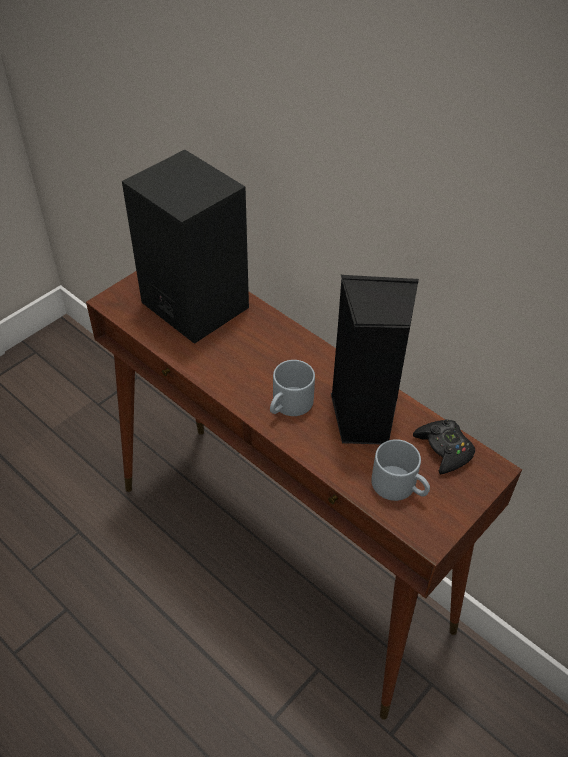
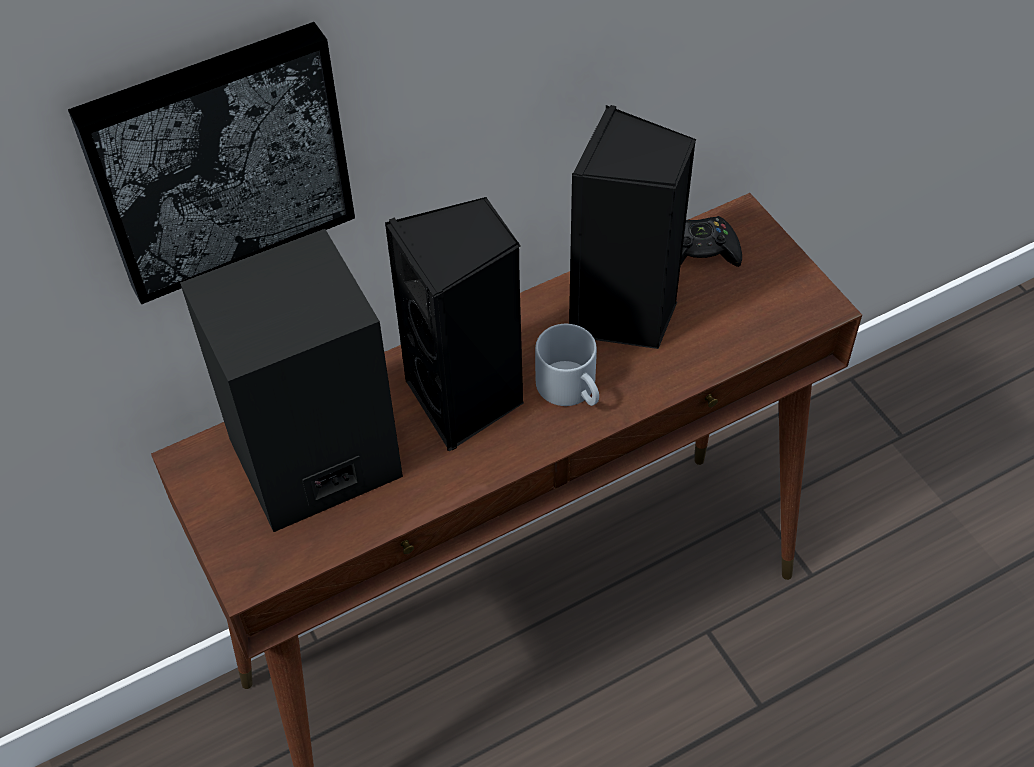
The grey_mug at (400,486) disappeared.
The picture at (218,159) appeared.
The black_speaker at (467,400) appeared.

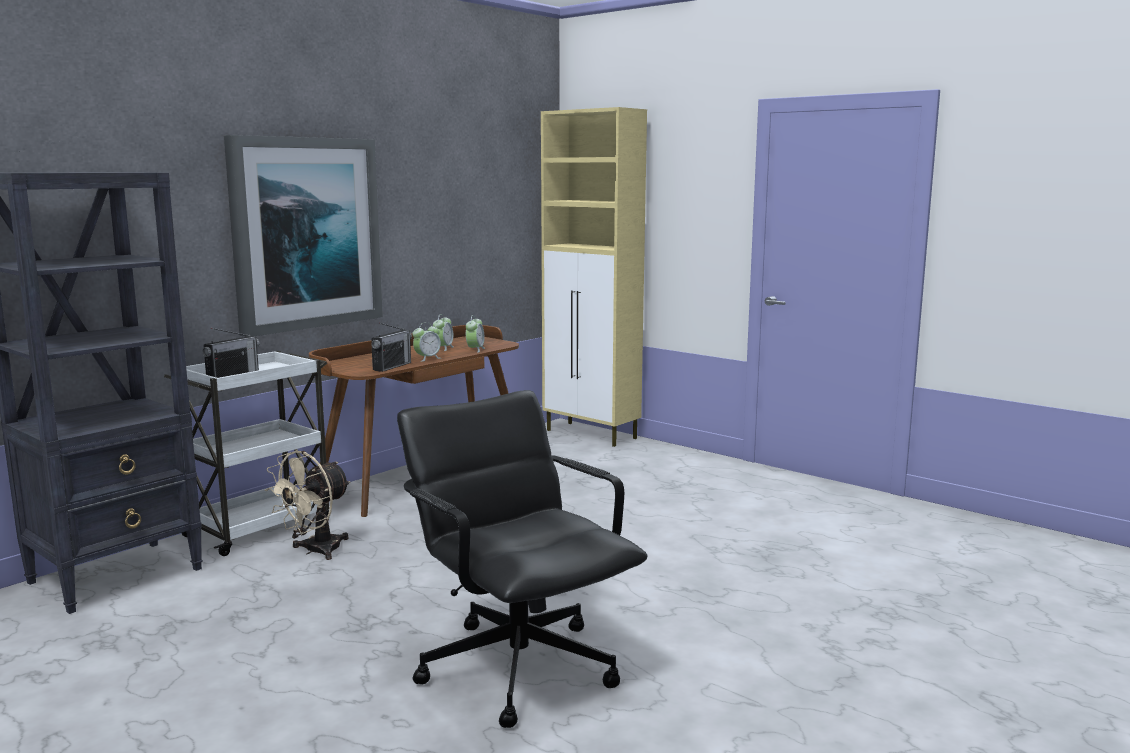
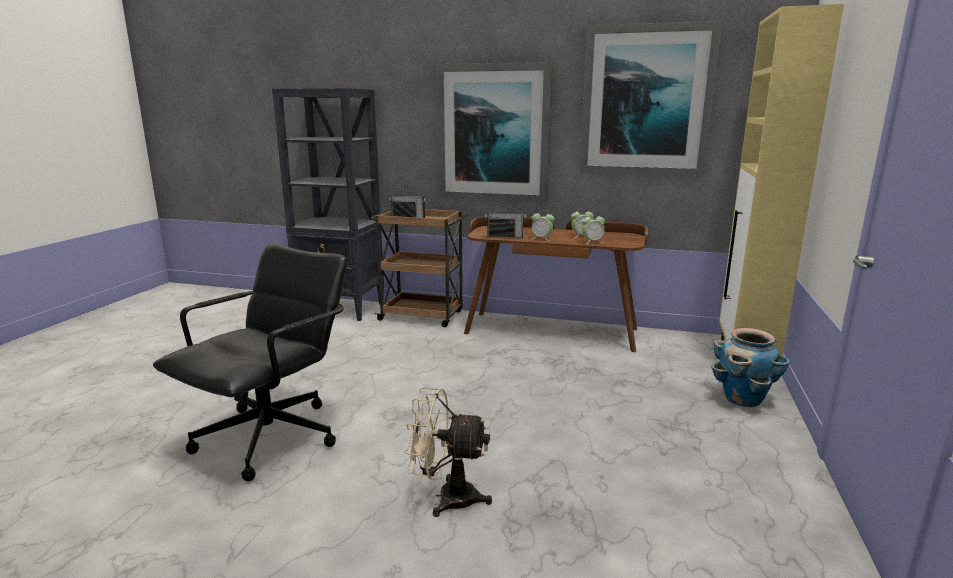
The white_cart at (260,528) became the brown_cart at (422,316).
The beige_fan moved from (315,551) to (447,497).
The picture at (646,101) appeared.
The planter at (743,399) appeared.

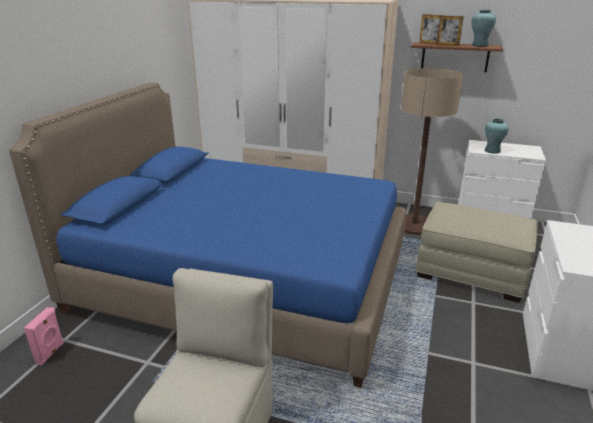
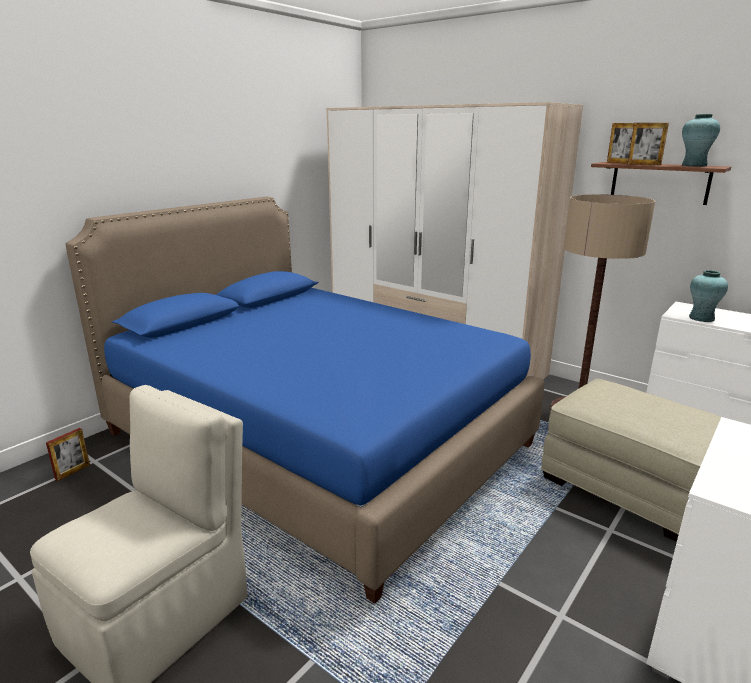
The pink_speaker at (51,353) was replaced by the picture_frame at (72,472).

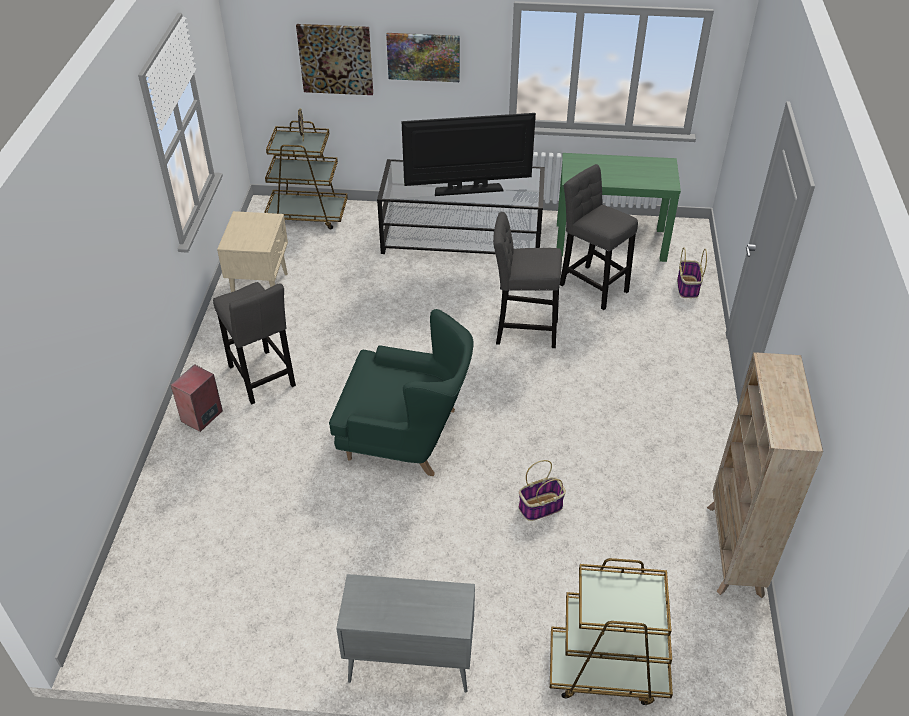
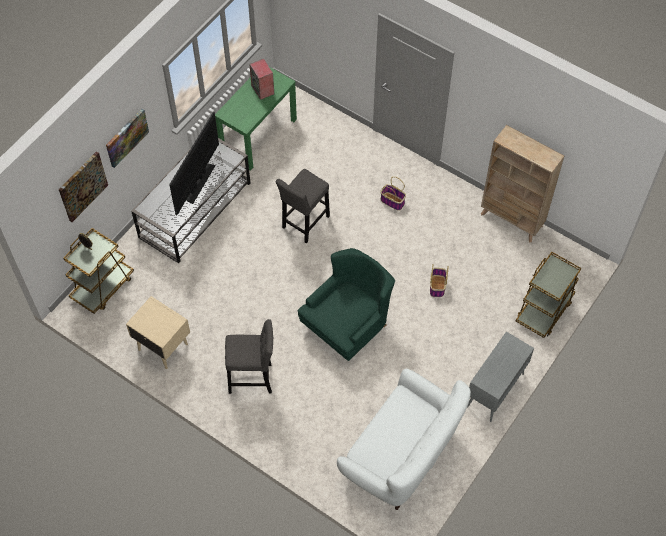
The speaker moved from (202,417) to (263,90).
The grey_stool at (591,285) disappeared.
The basket moved from (688,287) to (393,201).
The white_sofa at (401,454) appeared.

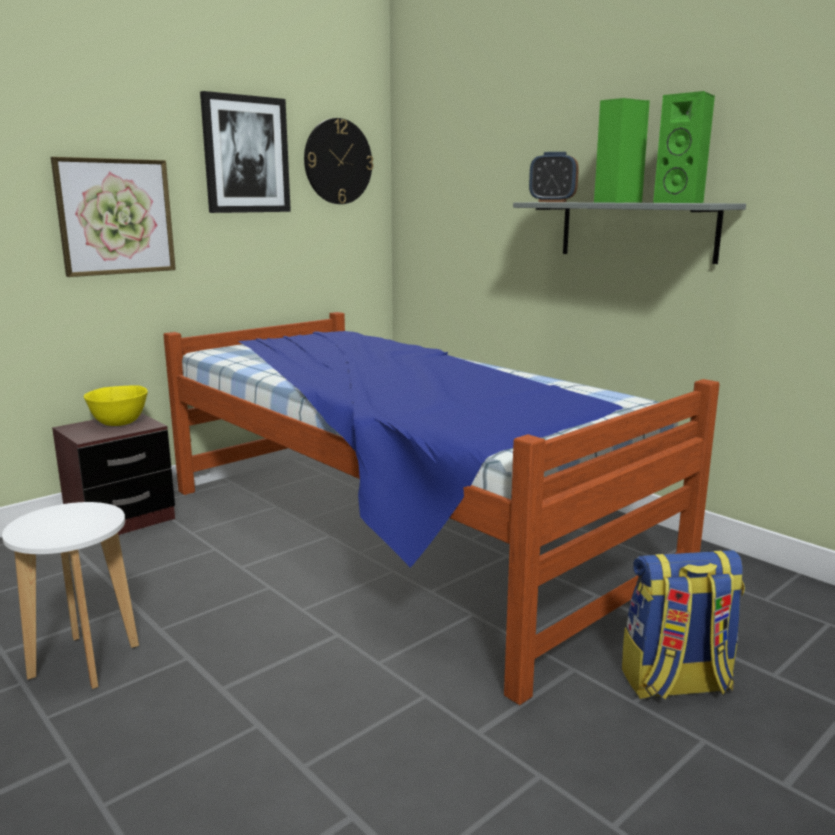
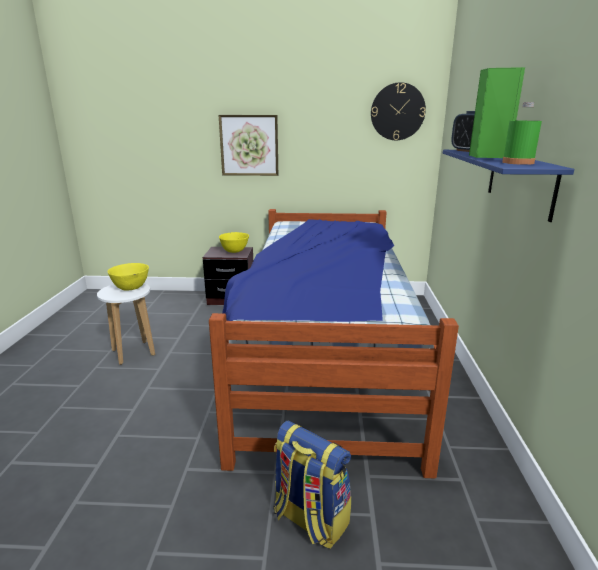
The picture at (246,155) disappeared.
The grey_shelf at (636,230) became the blue_shelf at (519,181).
The green_speaker at (682,202) was replaced by the green_bottle at (518,162).
The yellow_bowl at (131,288) appeared.

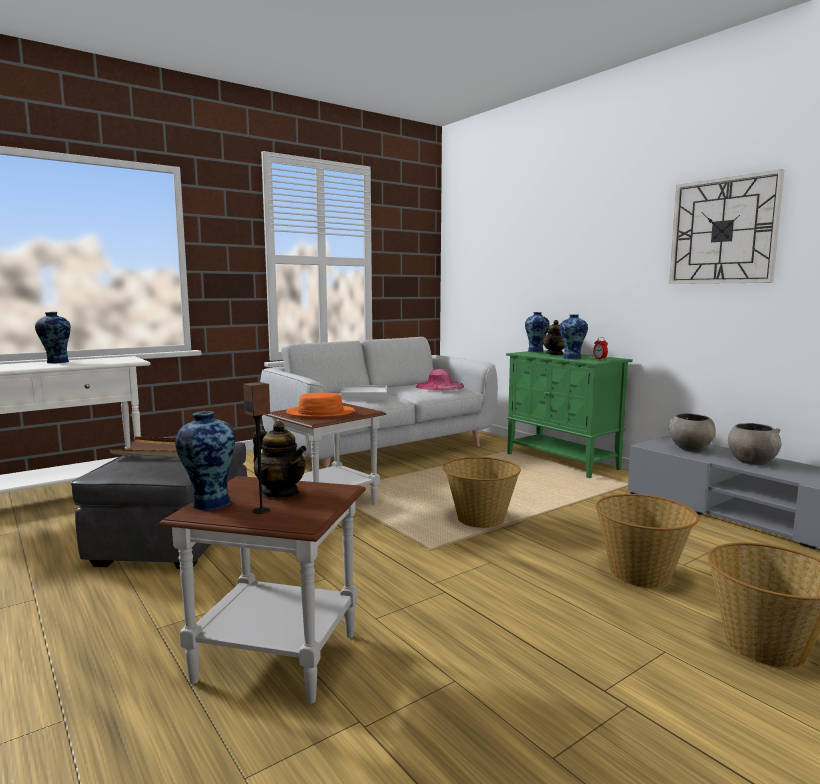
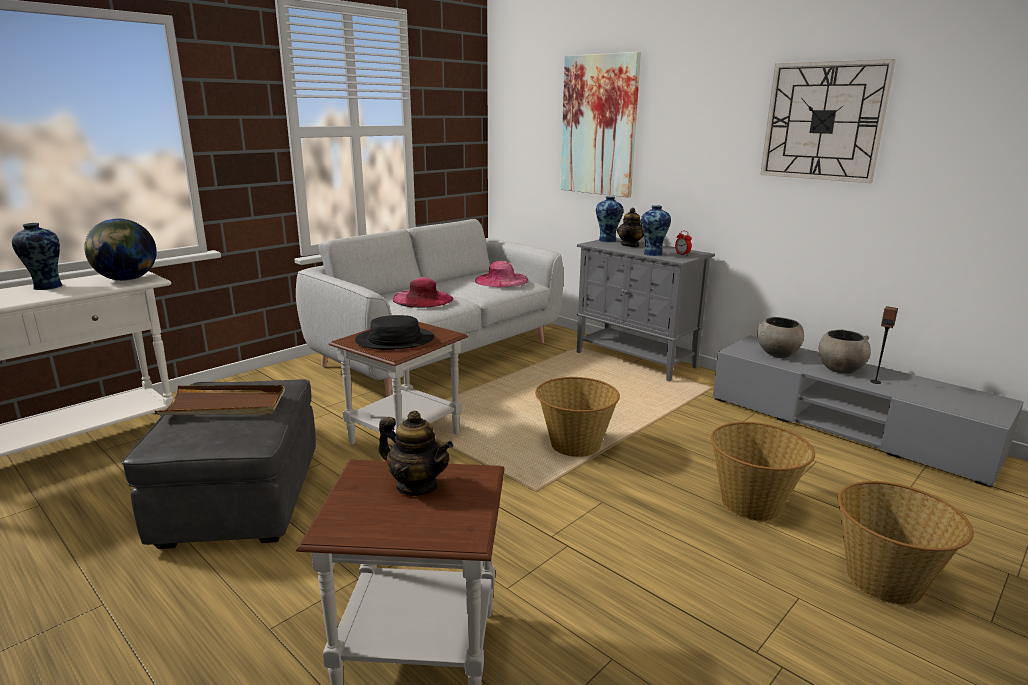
The vase at (209,503) disappeared.
The speaker moved from (261,510) to (875,382).
The orange_hat at (320,413) became the black_hat at (395,340).
The white_tray at (364,395) was replaced by the pink_hat at (423,299).
The green_cabinet at (562,462) became the grey_cabinet at (636,360).
The globe at (126,279) appeared.
The picture at (599,126) appeared.

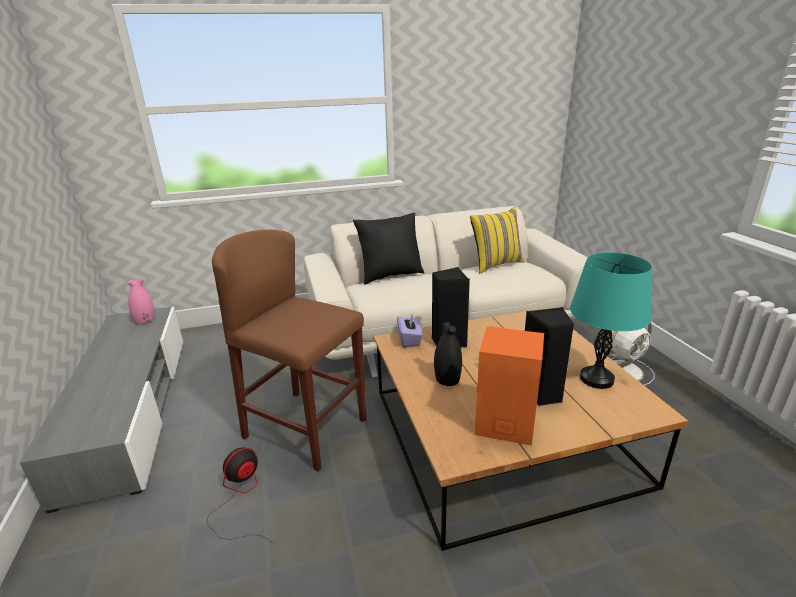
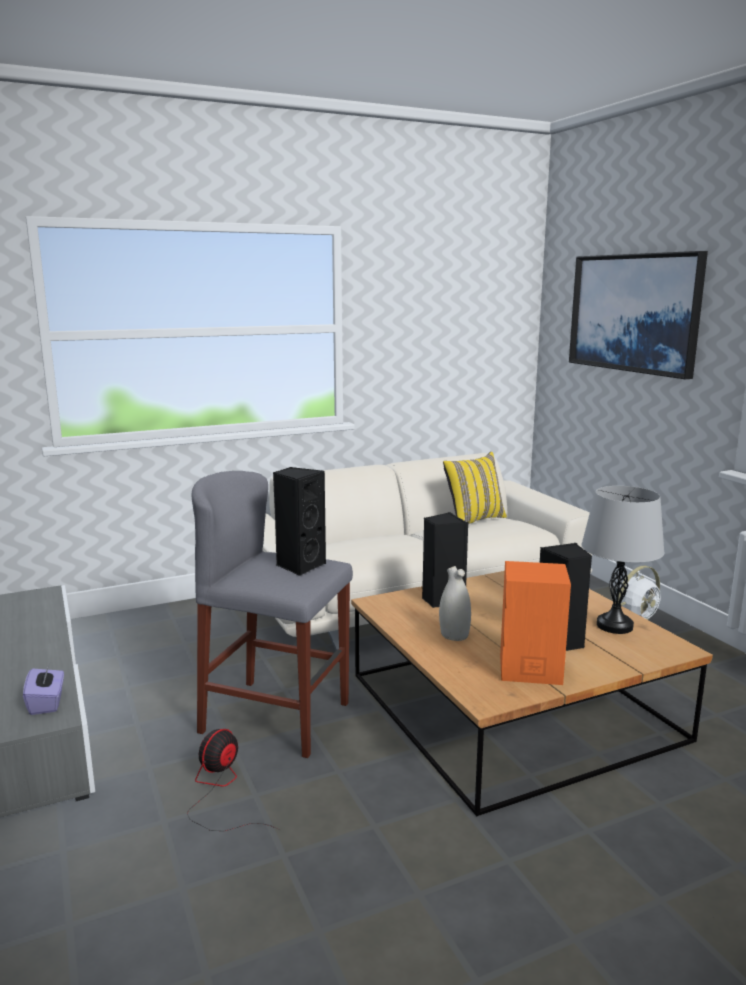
The pink_vase at (145,320) disappeared.
The brown_stool at (306,428) became the grey_stool at (276,717).
The black_pillow at (390,275) disappeared.
The purple_tissue_box moved from (409,340) to (47,703).
The black_vase at (447,378) became the white_vase at (454,634).
The turquoise_table_lamp at (596,379) became the grey_table_lamp at (614,626).
The black_speaker at (299,565) appeared.
The picture at (634,313) appeared.

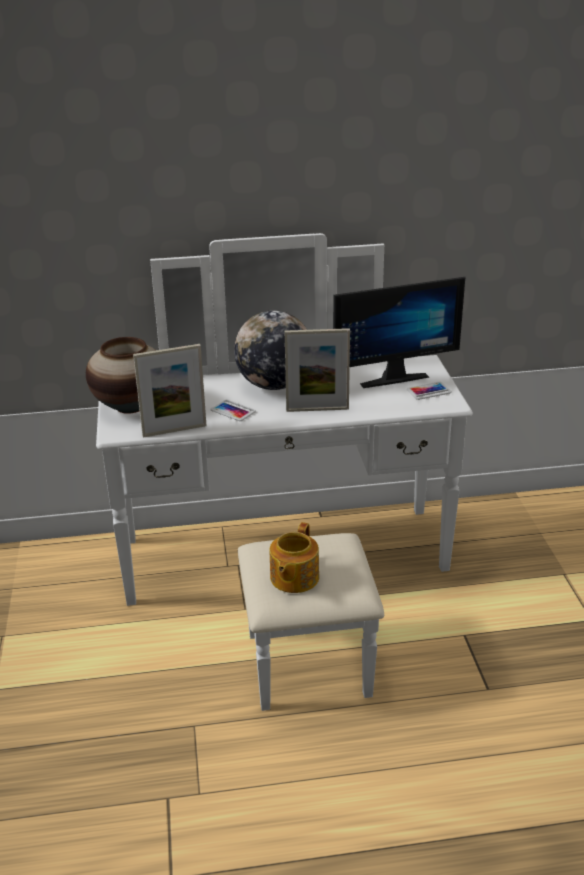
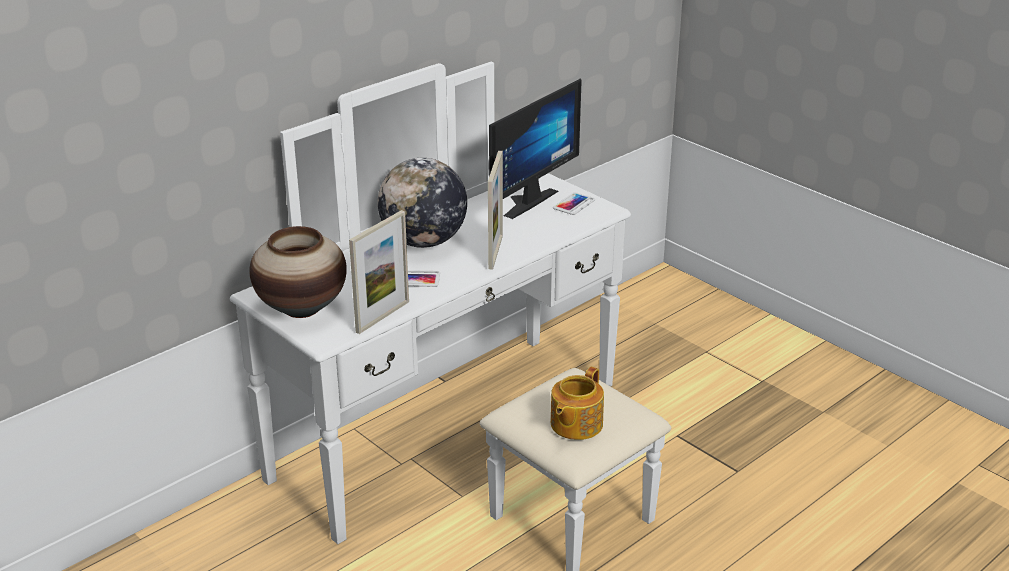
The teapot at (293,578) turned 45 degrees clockwise.
The picture_frame at (317,409) turned 45 degrees counterclockwise.

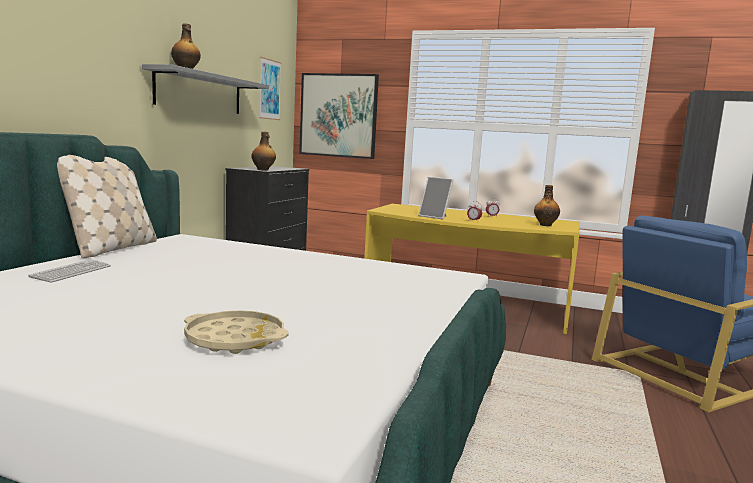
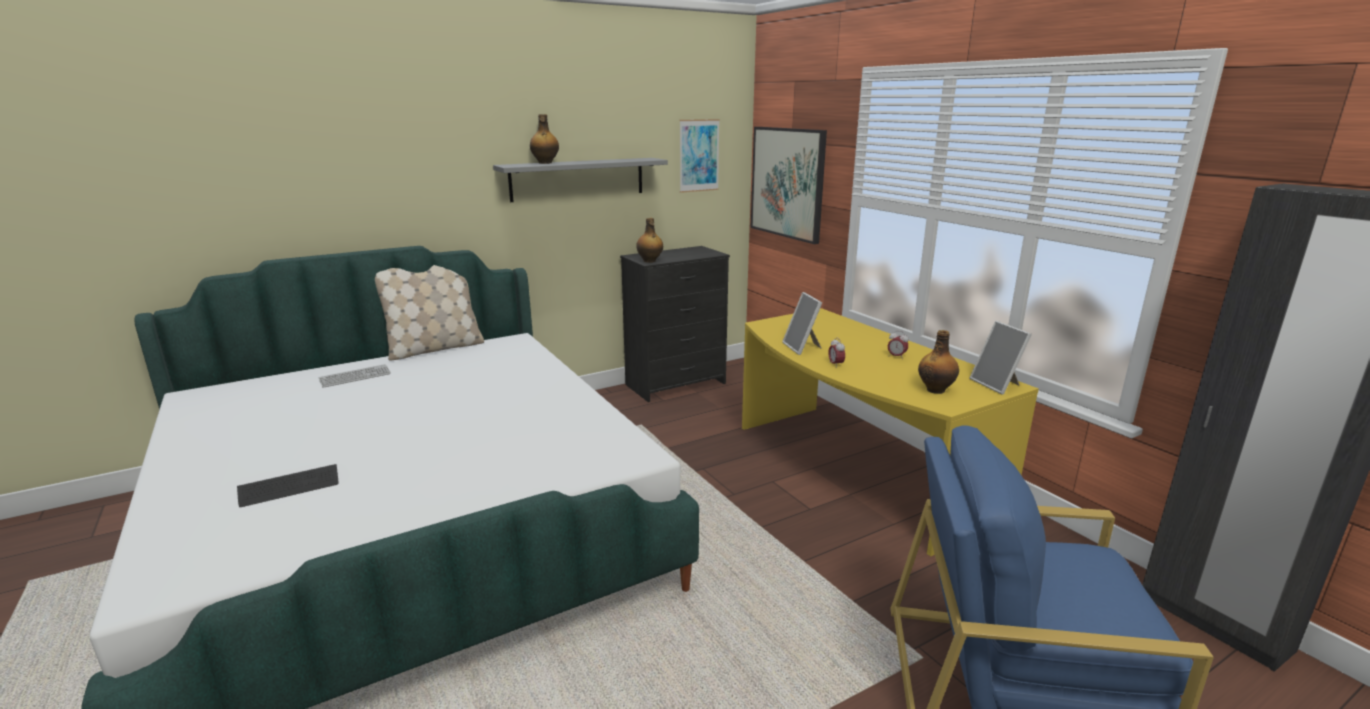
The beige_tray at (235,339) was replaced by the keyboard at (289,487).
The picture_frame at (997,385) appeared.

